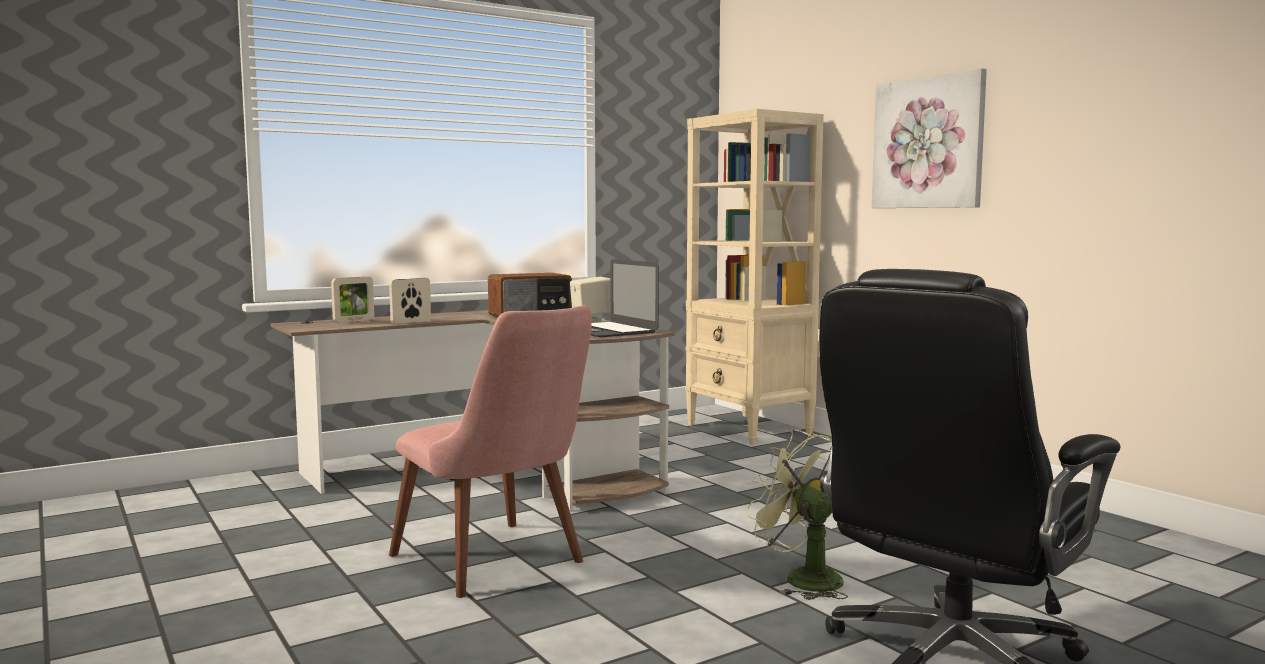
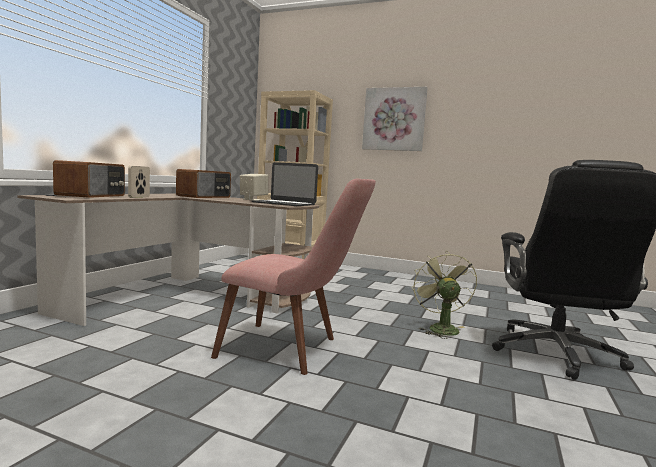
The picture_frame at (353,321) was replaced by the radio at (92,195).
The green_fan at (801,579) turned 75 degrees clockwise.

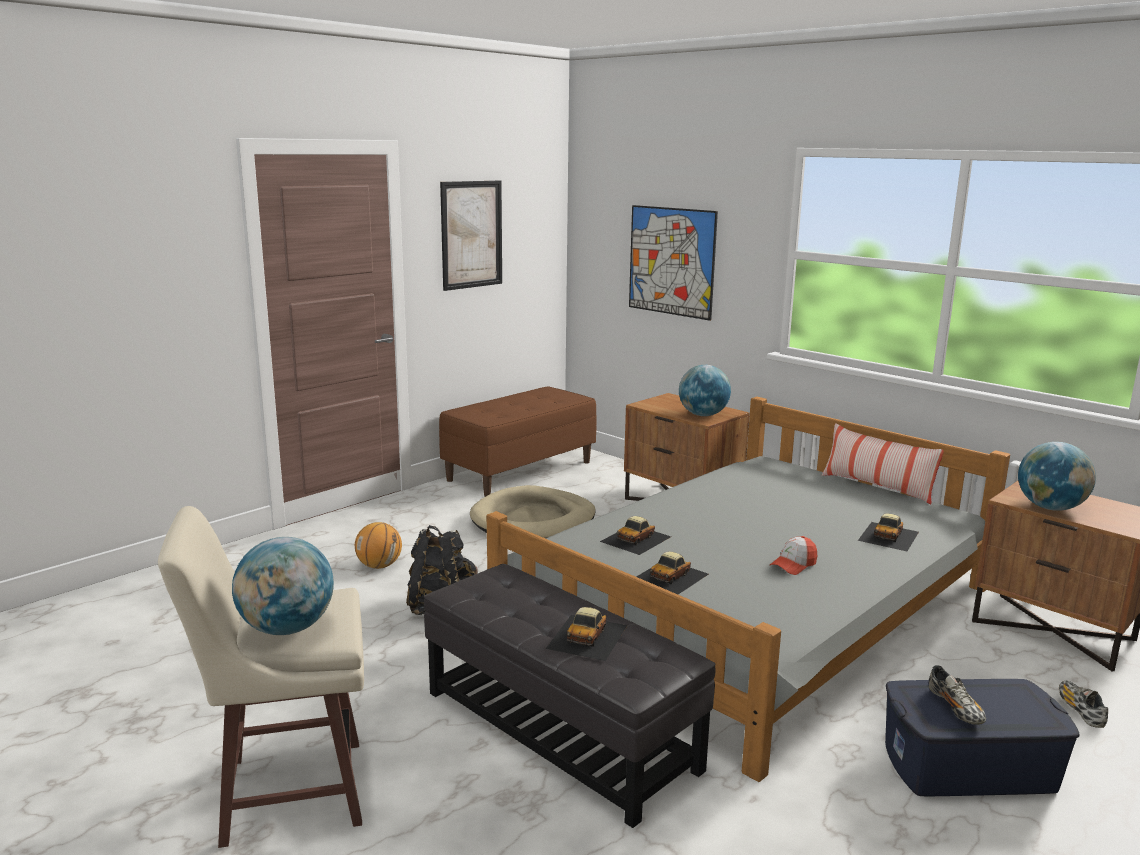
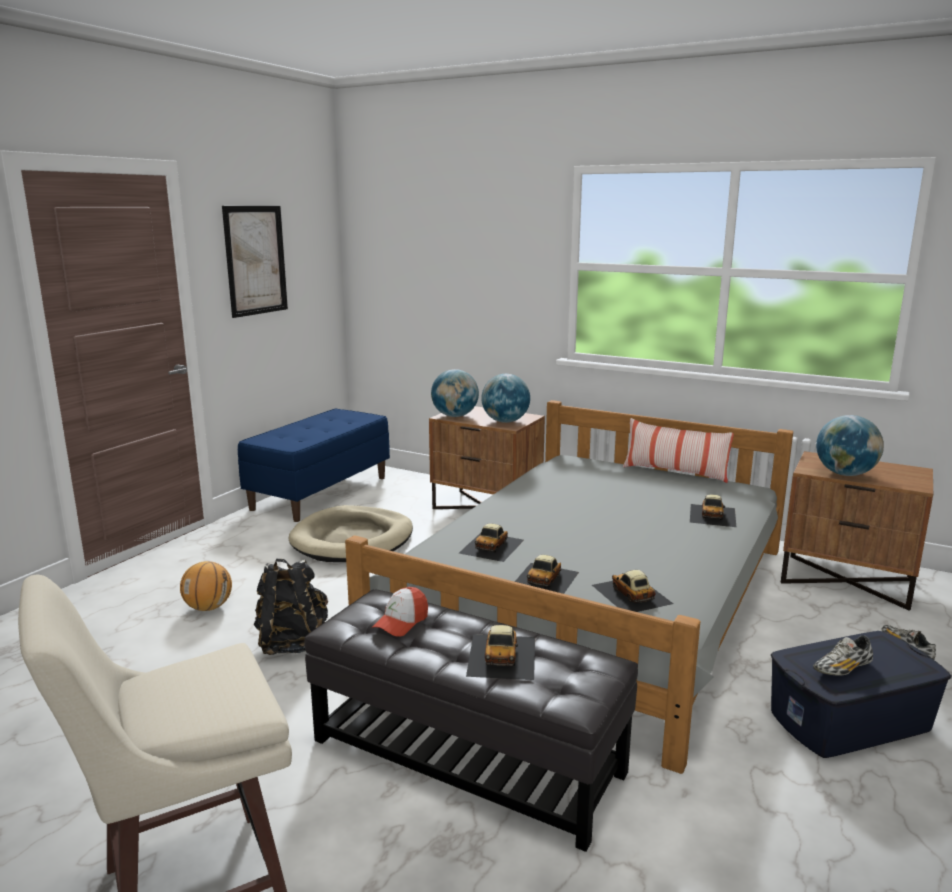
The globe moved from (287,629) to (455,416).
The brown_bench at (520,471) became the blue_bench at (320,492).
The picture at (671,261) disappeared.
The cap moved from (793,565) to (401,622).
The shoe at (955,709) turned 90 degrees clockwise.
The toy_car at (631,594) appeared.

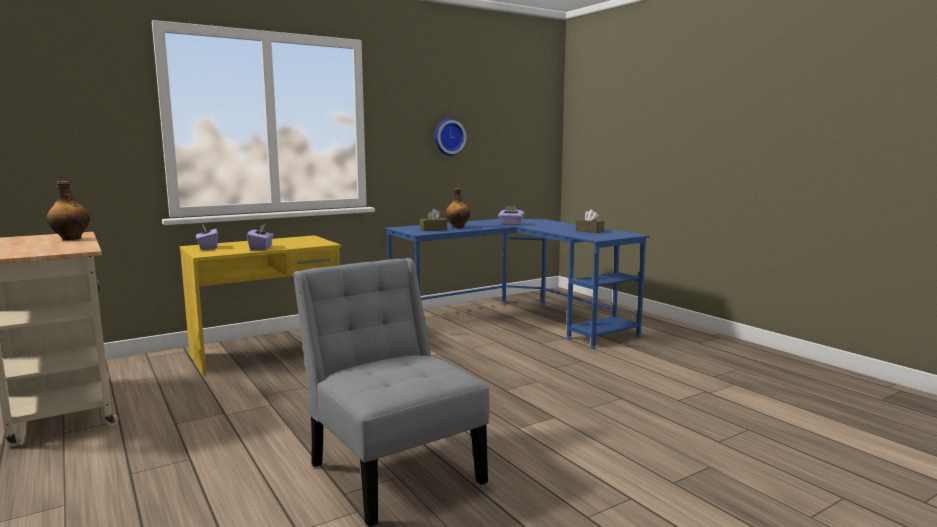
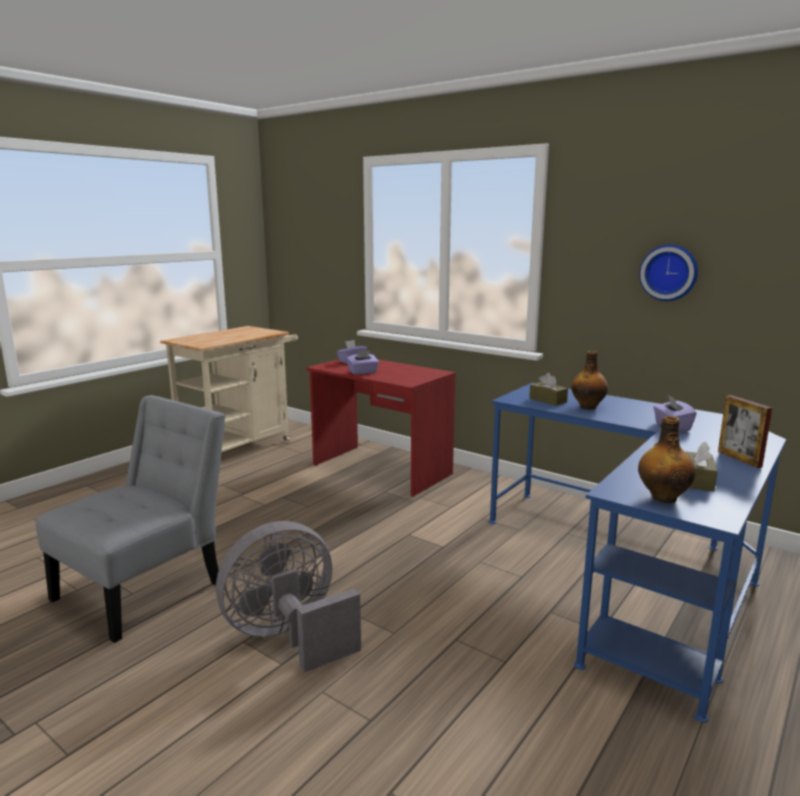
The bottle moved from (71,238) to (663,497).
The yellow_desk at (268,352) became the red_desk at (381,470).
The grey_fan at (289,637) appeared.
The picture_frame at (739,459) appeared.

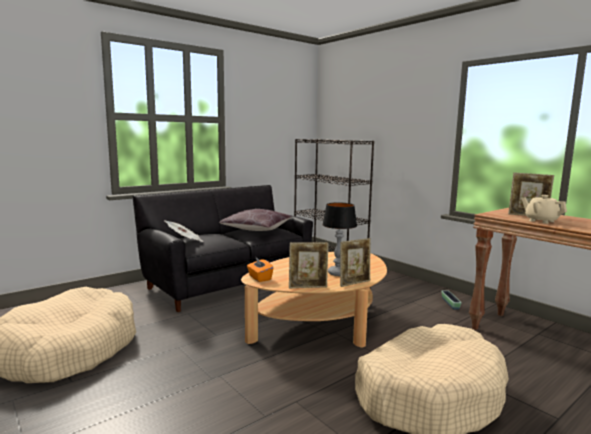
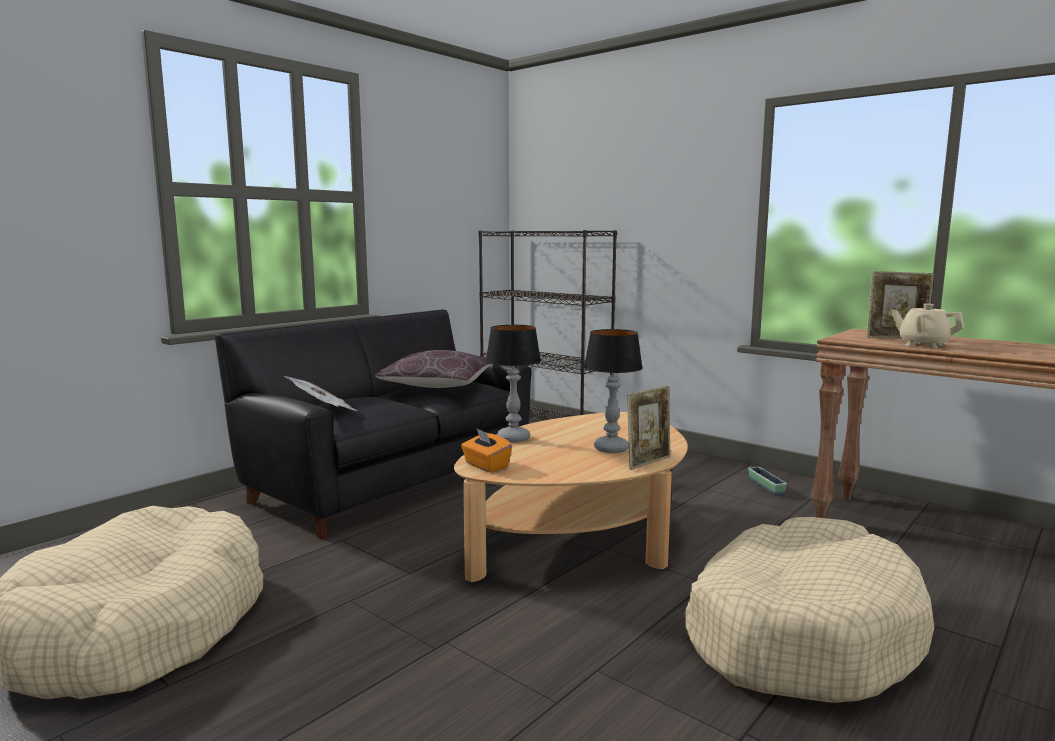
The picture_frame at (308,287) disappeared.
The table_lamp at (512,438) appeared.

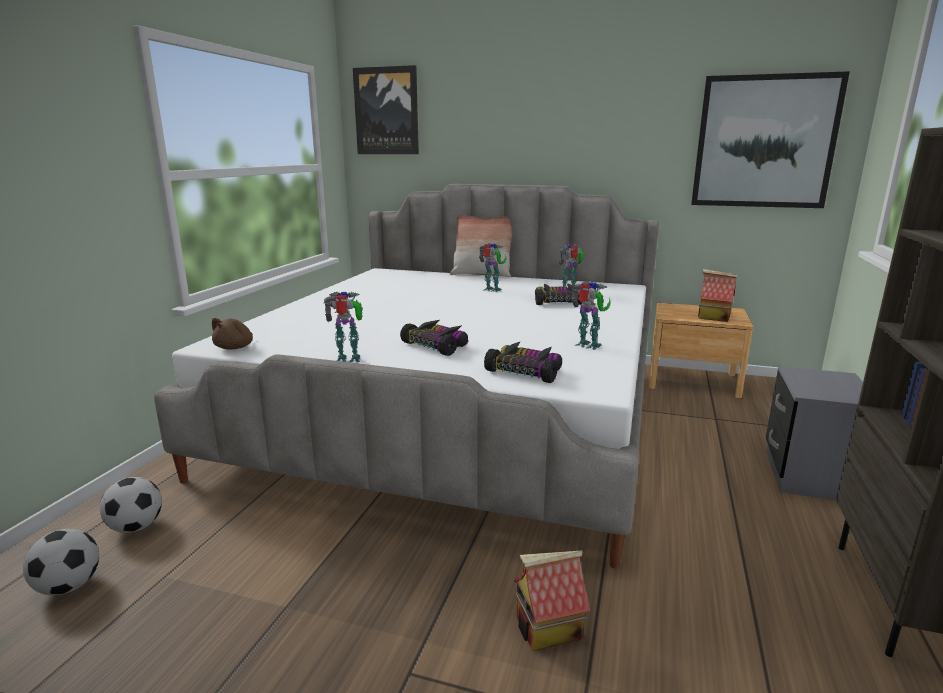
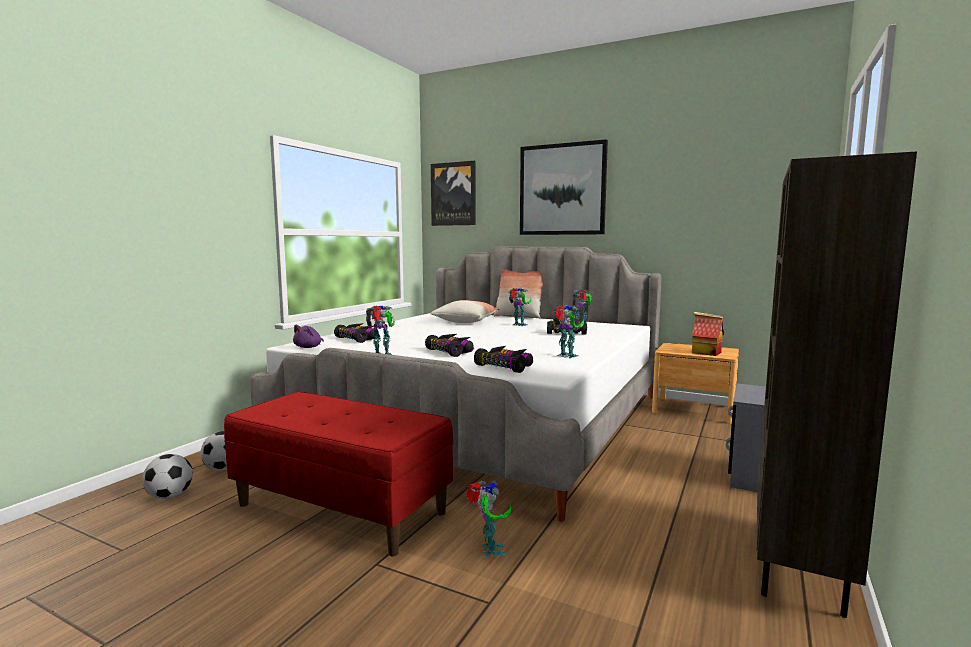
The brown_plush_toy at (235,347) became the purple_plush_toy at (309,347).
The toy_house at (548,629) was replaced by the toy_robot at (489,551).
The picture moved from (764,142) to (562,189).
The red_bench at (341,508) appeared.
The toy_car at (357,339) appeared.
The pillow at (465,321) appeared.

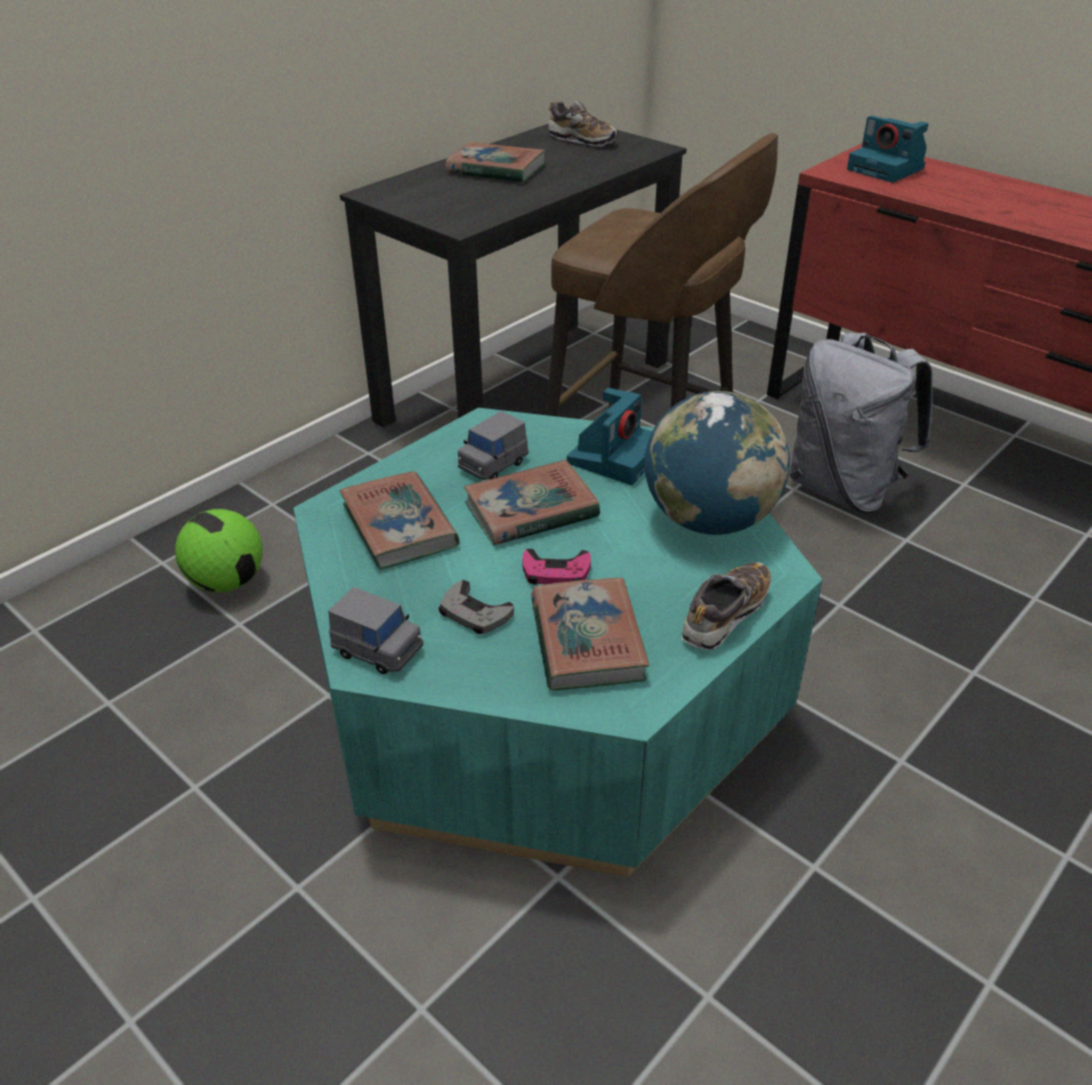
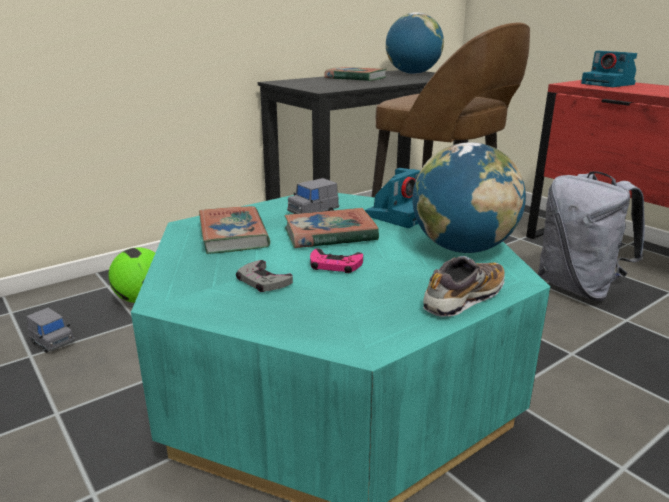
The grey_toy_car moved from (378,650) to (52,342).
The book at (587,640) disappeared.
The shoe at (582,140) was replaced by the globe at (412,73).

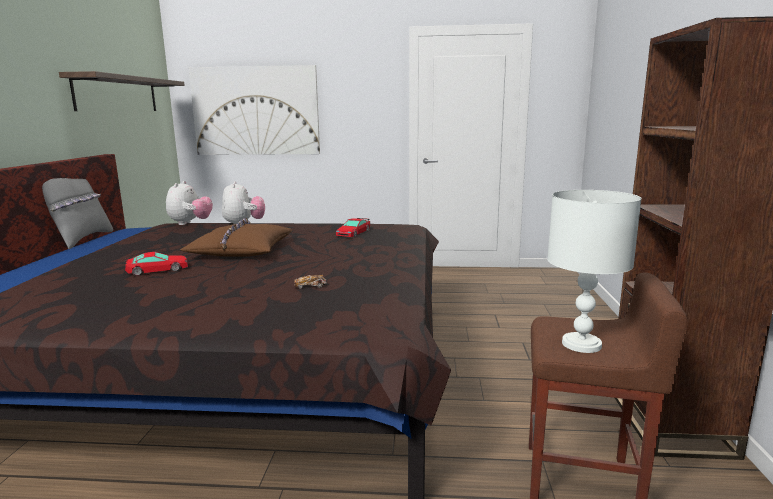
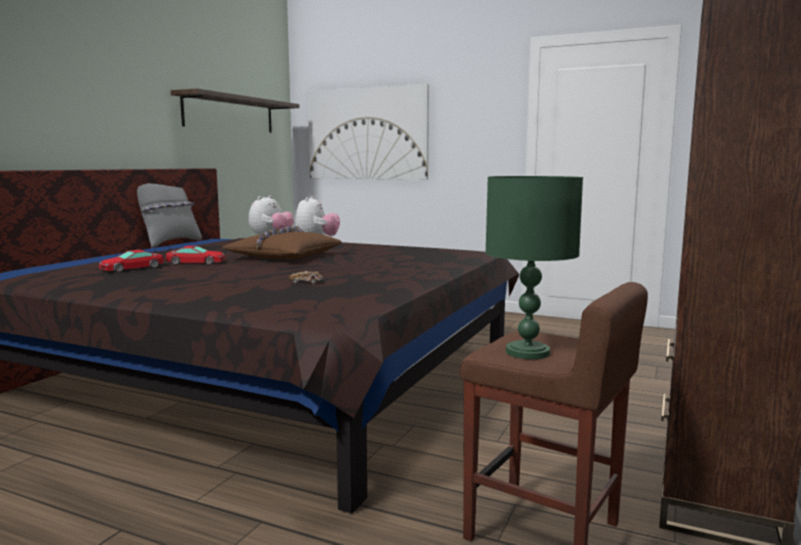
The toy_car moved from (353,233) to (132,268).
The white_table_lamp at (580,344) became the green_table_lamp at (527,352).

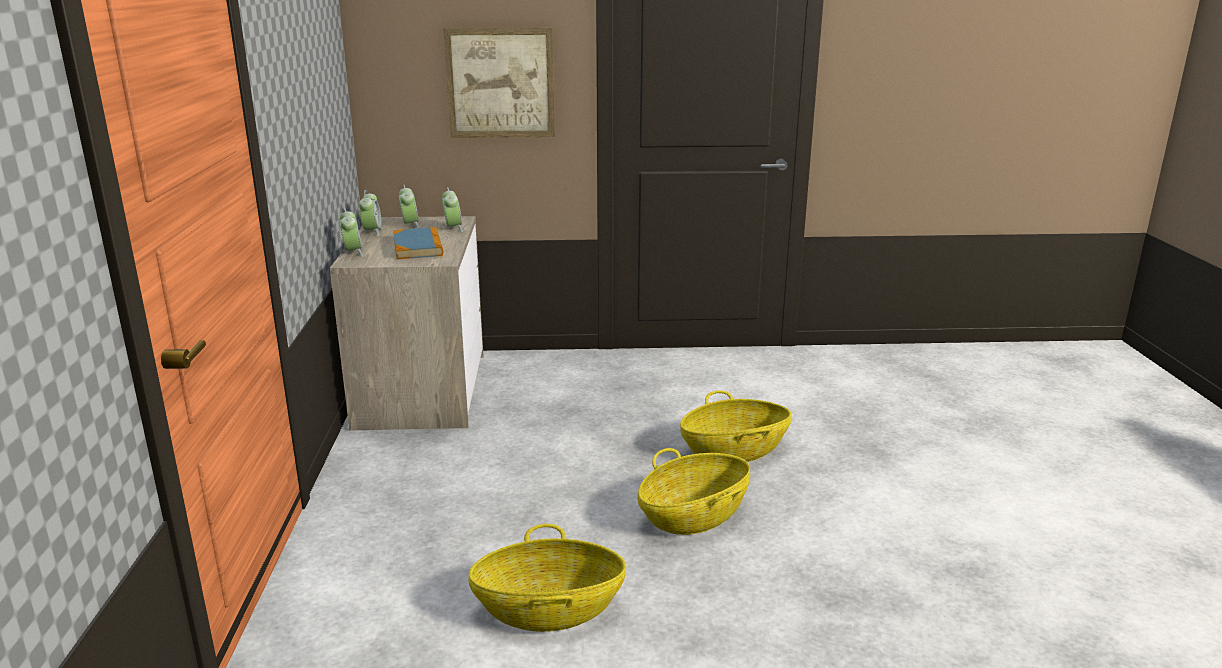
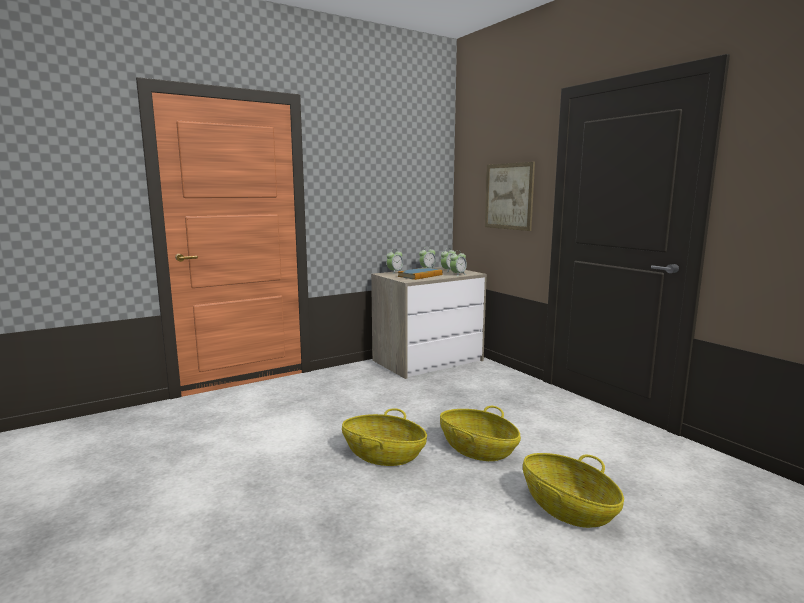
The basket moved from (548,609) to (567,508).

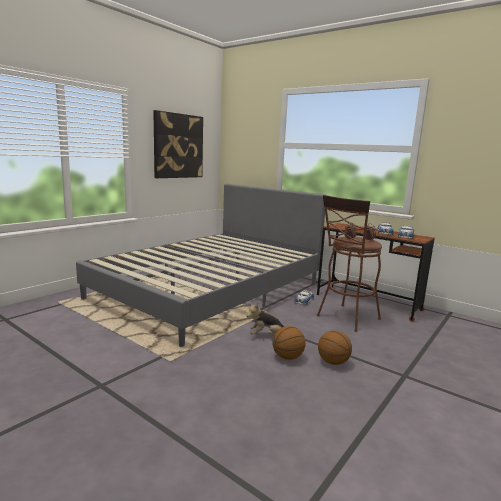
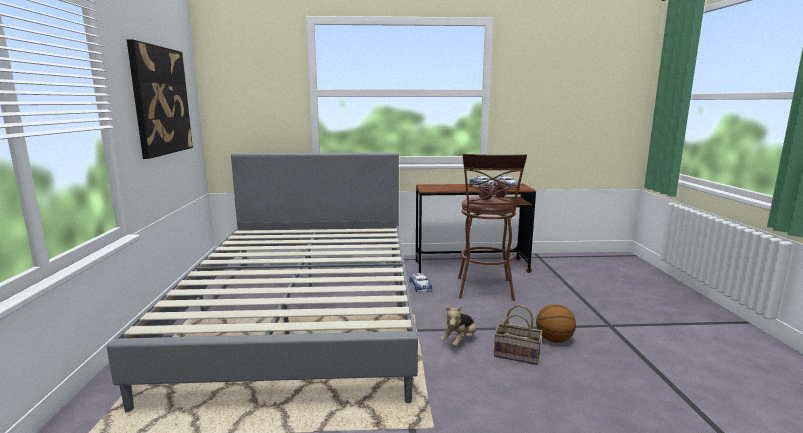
The basketball at (287,357) was replaced by the basket at (518,355).

